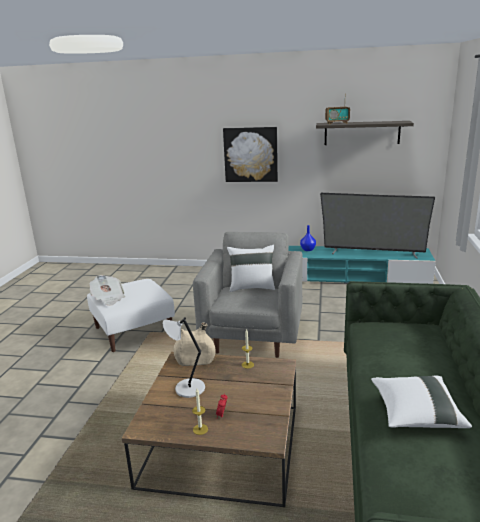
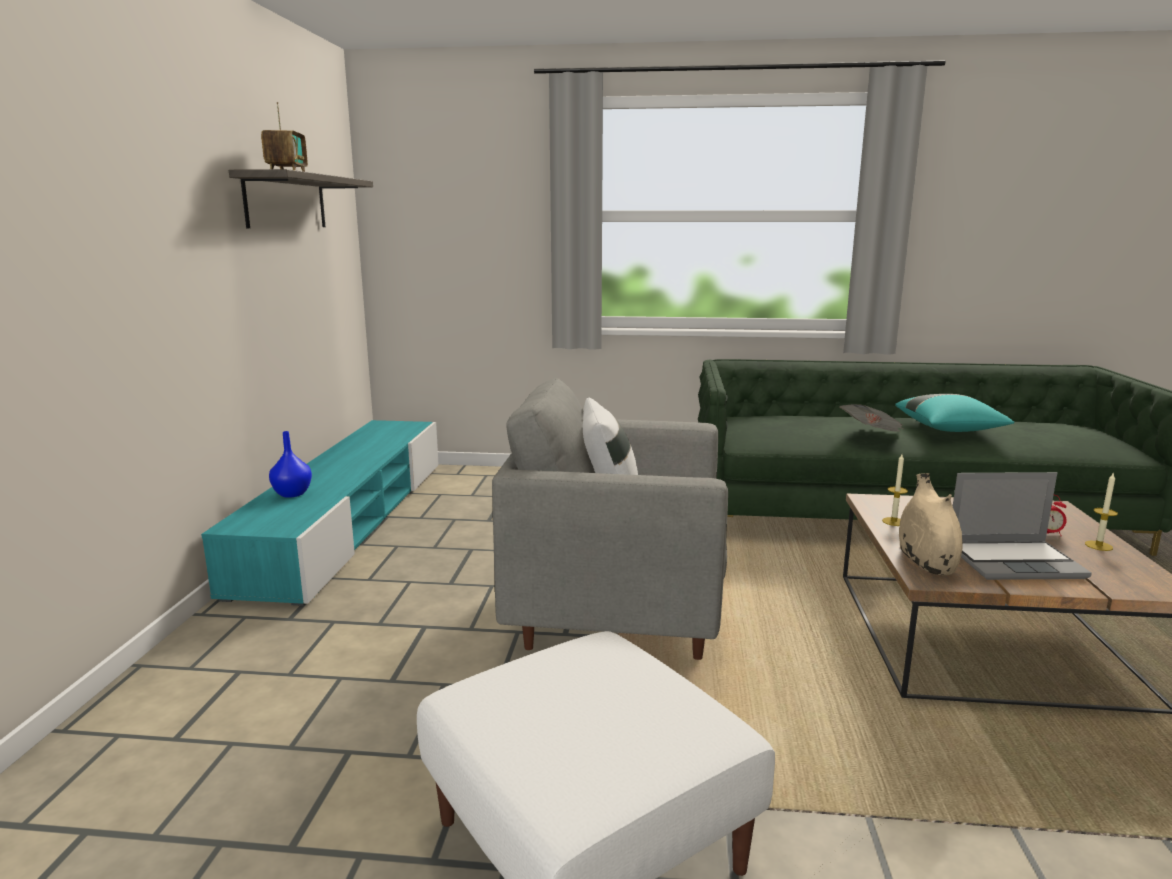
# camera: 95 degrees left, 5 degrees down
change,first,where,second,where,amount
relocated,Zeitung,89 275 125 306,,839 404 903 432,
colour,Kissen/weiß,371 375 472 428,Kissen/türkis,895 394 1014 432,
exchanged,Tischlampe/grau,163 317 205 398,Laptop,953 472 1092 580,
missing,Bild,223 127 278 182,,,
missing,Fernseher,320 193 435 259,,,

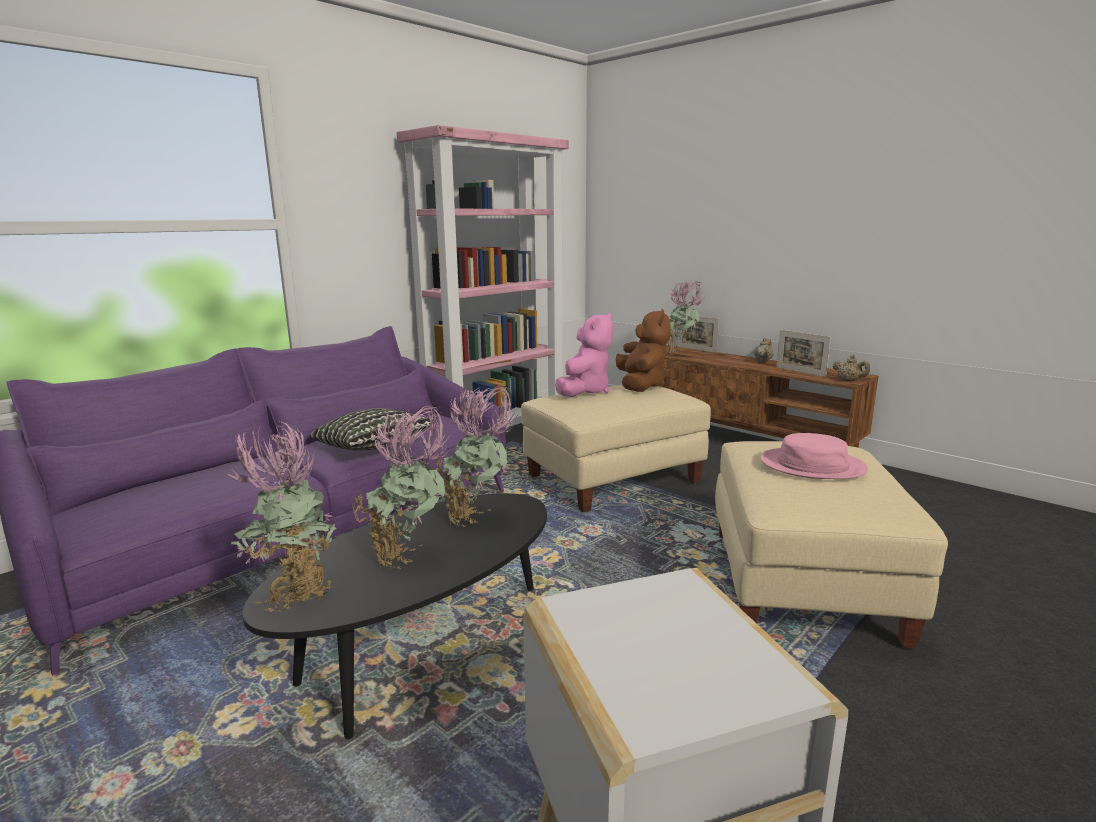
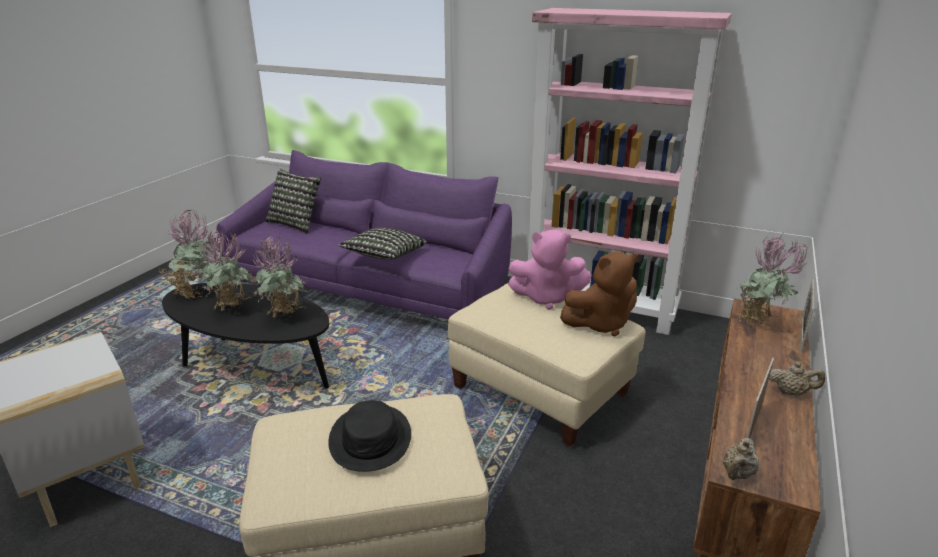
# camera: 70 degrees right, 10 degrees up
change,first,where,second,where,amount
appeared,,,Kissen,266 169 321 234,
colour,Hut/rosa,760 433 868 479,Hut/schwarz,328 400 411 472,

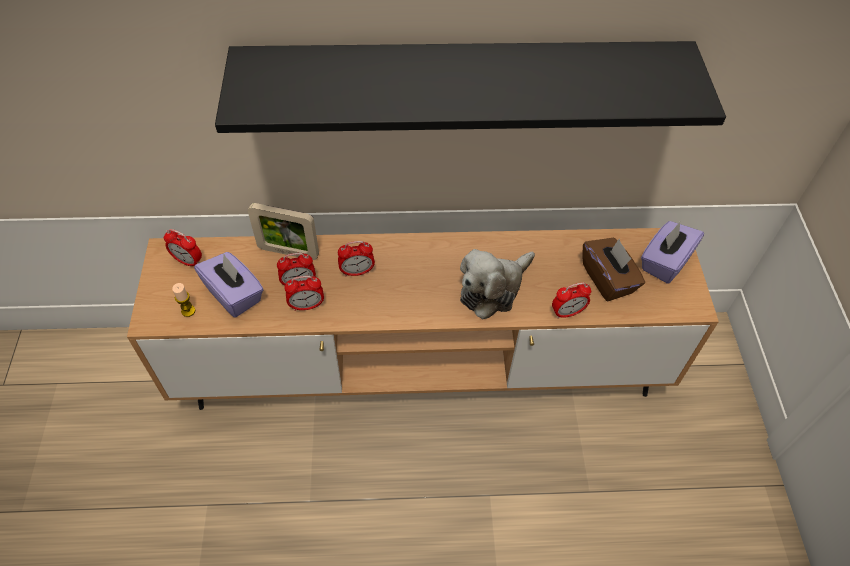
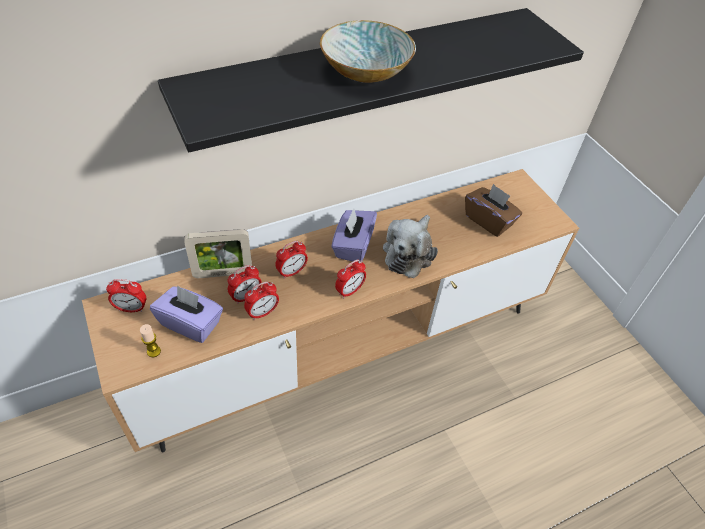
# camera: 25 degrees left, 5 degrees down
change,first,where,second,where,amount
appeared,,,Schüssel,320 20 416 83,
relocated,Taschentuchbox/lila,641 221 704 284,,332 208 377 261,
relocated,Wecker,552 282 591 319,,335 259 366 299,

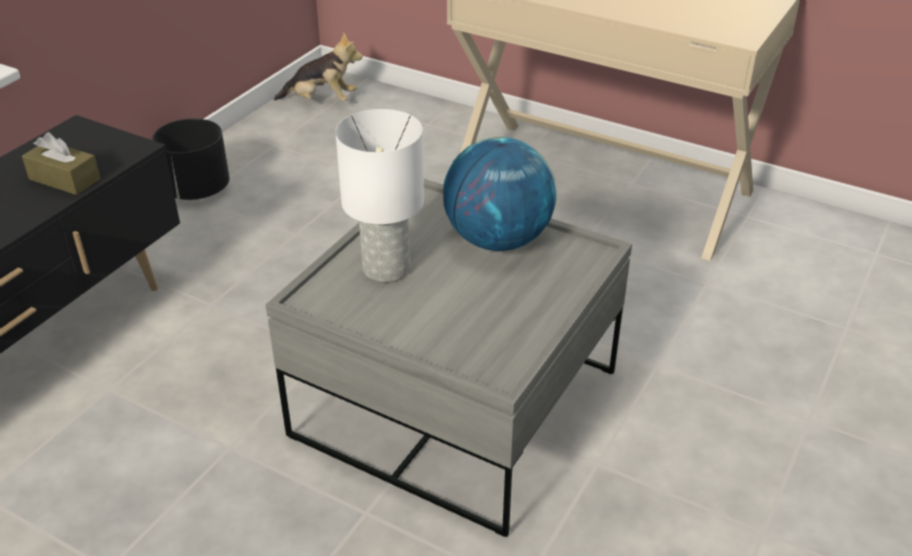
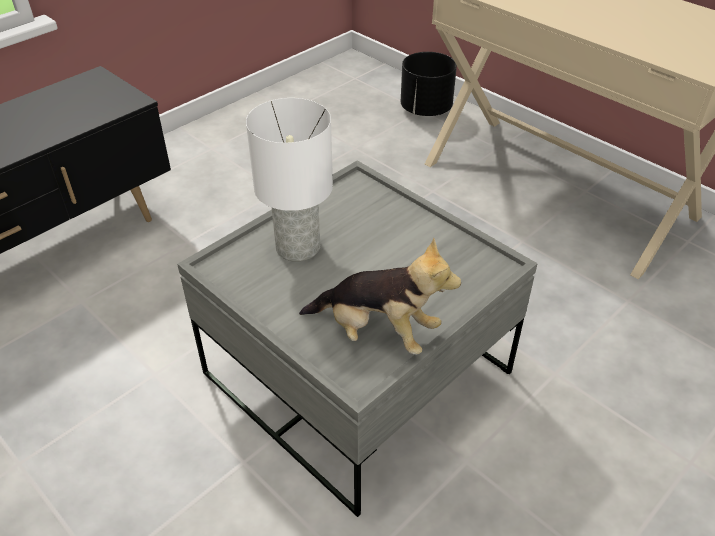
# camera: 15 degrees right, 5 degrees up
change,first,where,second,where,amount
relocated,Plüschtier,274 32 363 101,,299 238 461 355,
relocated,Pflanzkübel/schwarz,152 118 229 200,,401 52 457 116,
missing,Taschentuchbox/braun,22 132 100 195,,,
missing,Globus,443 137 557 251,,,

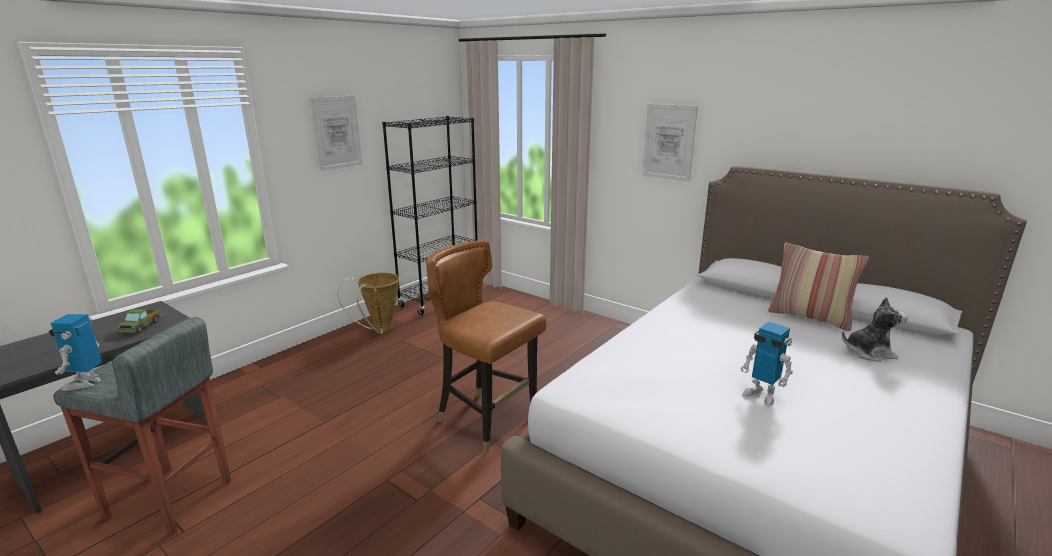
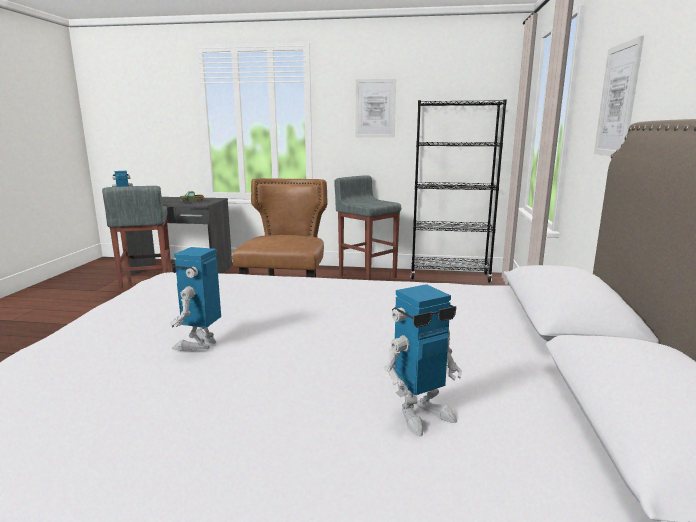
# camera: 60 degrees right, 5 degrees down
change,first,where,second,where,amount
exchanged,Korb,338 272 399 334,Hocker/grau,334 175 401 280,
exchanged,Plüschtier,842 297 908 362,Spielzeugroboter,384 284 462 436,
missing,Kissen,768 243 869 331,,,

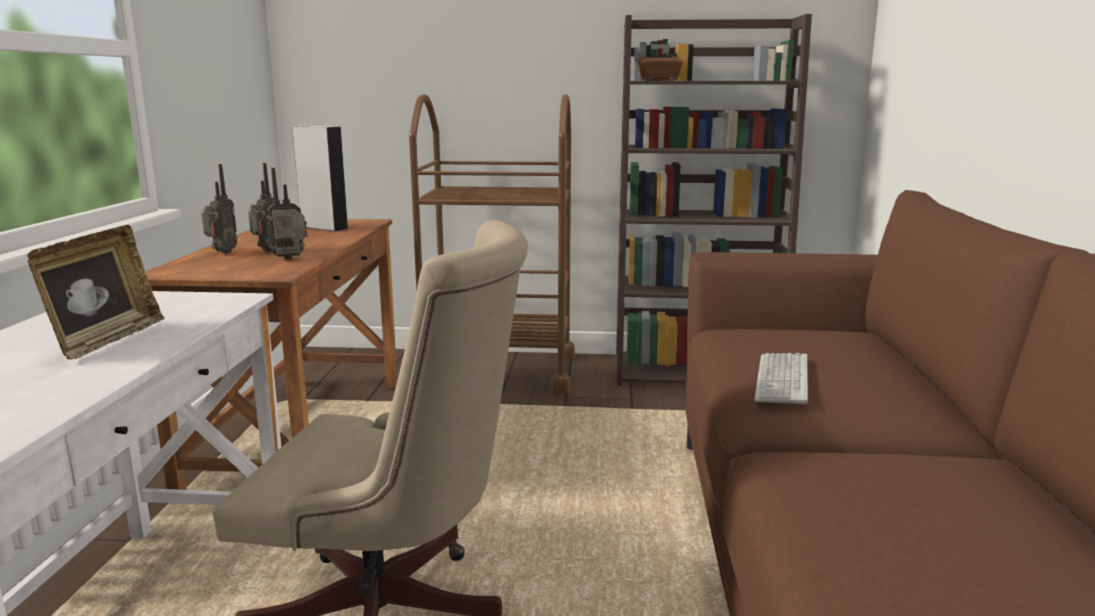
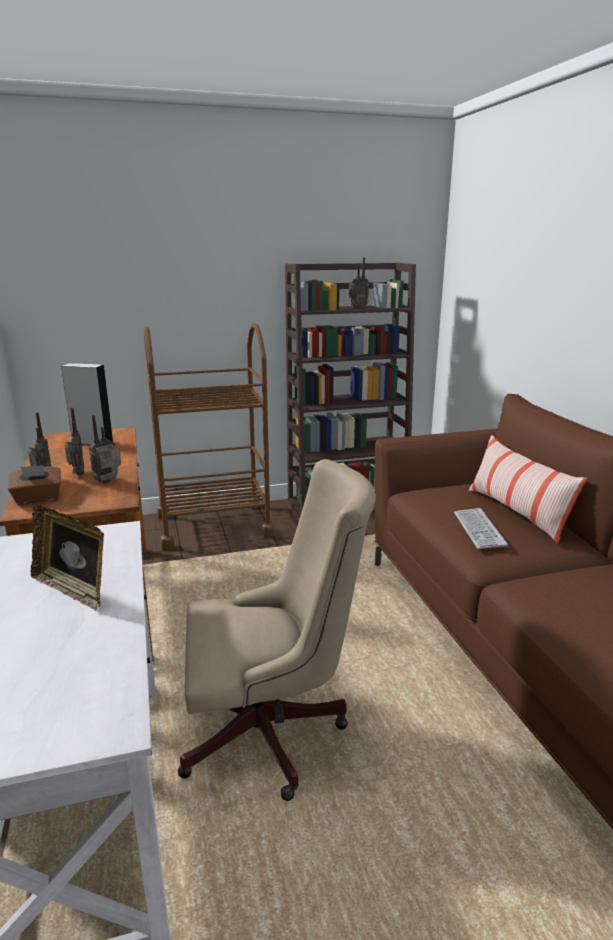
# camera: 20 degrees left, 5 degrees up
change,first,where,second,where,amount
relocated,Taschentuchbox/braun,637 44 683 81,,8 465 61 504,
spun,Bilderrahmen,27 225 164 360,,31 505 104 611,135 degrees clockwise
appeared,,,Radio,349 258 369 309,
appeared,,,Kissen,469 435 588 543,

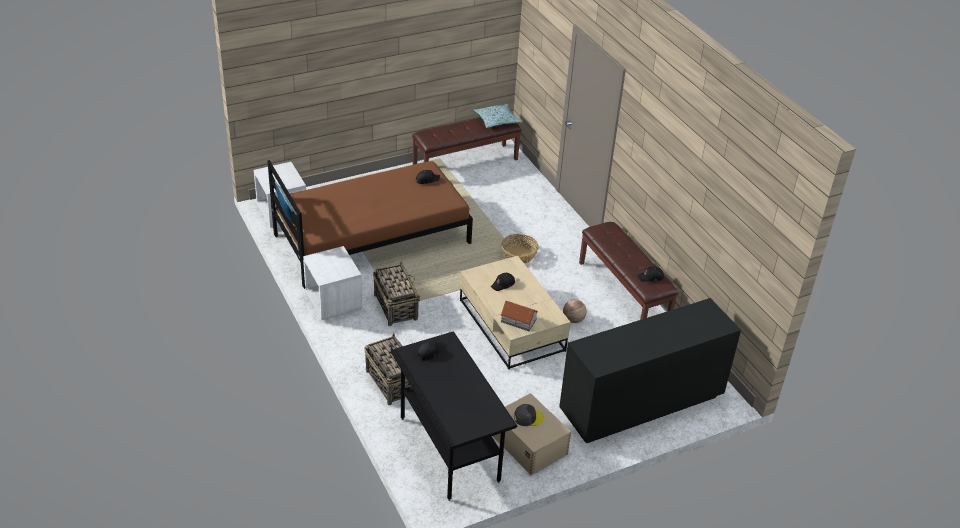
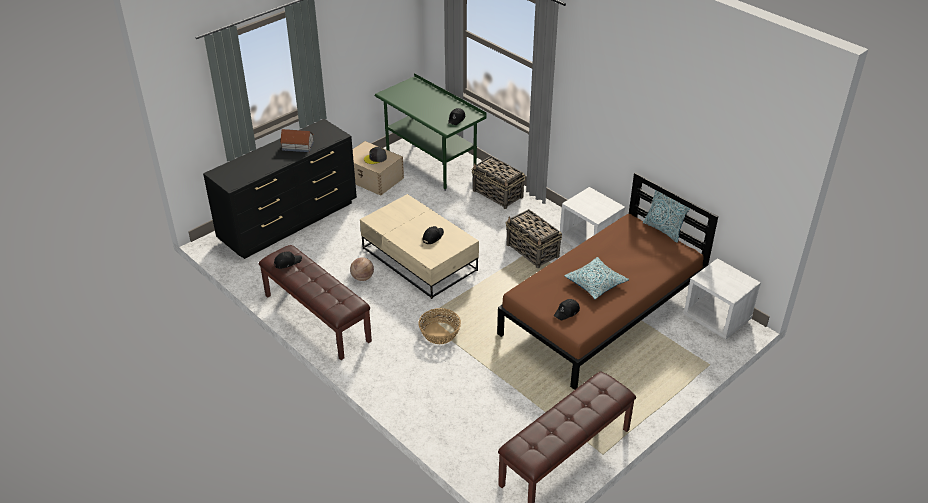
# camera: 165 degrees right, 0 degrees up
change,first,where,second,where,amount
relocated,Spielzeughaus,500 301 538 331,,280 129 314 152,
colour,Schreibtisch/schwarz,391 332 517 501,Schreibtisch/grün,375 73 486 191,
relocated,Kissen,473 104 520 128,,564 257 629 300,

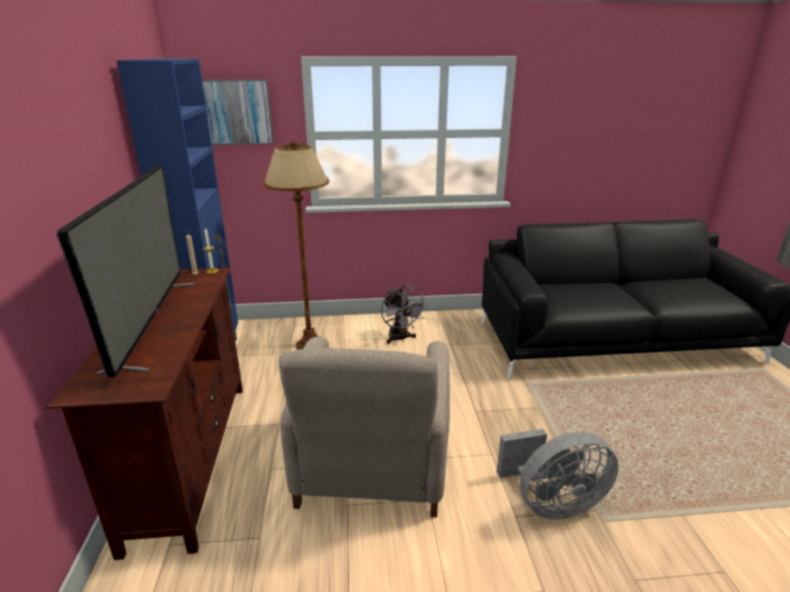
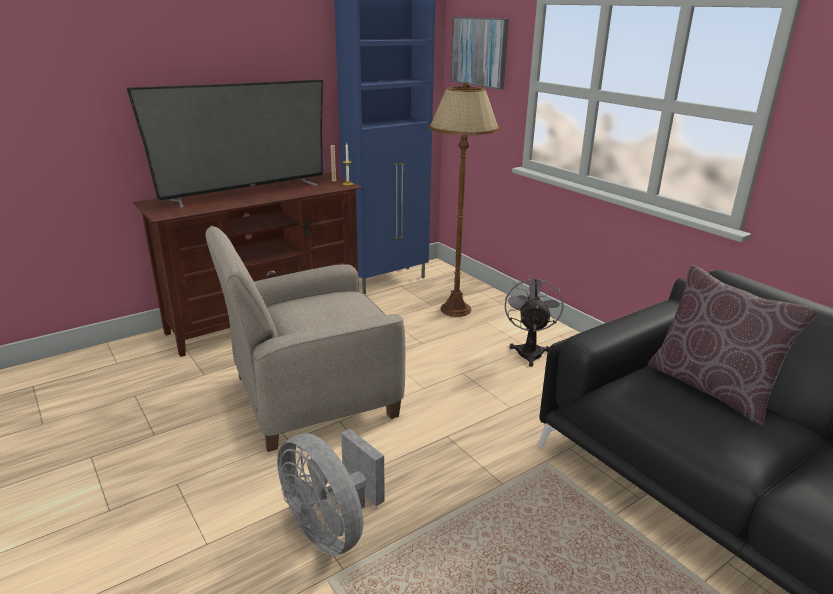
# camera: 60 degrees right, 0 degrees up
change,first,where,second,where,amount
spun,Ventilator/grau,381 285 428 344,,505 276 564 367,150 degrees clockwise
appeared,,,Kissen/braun,648 265 818 426,

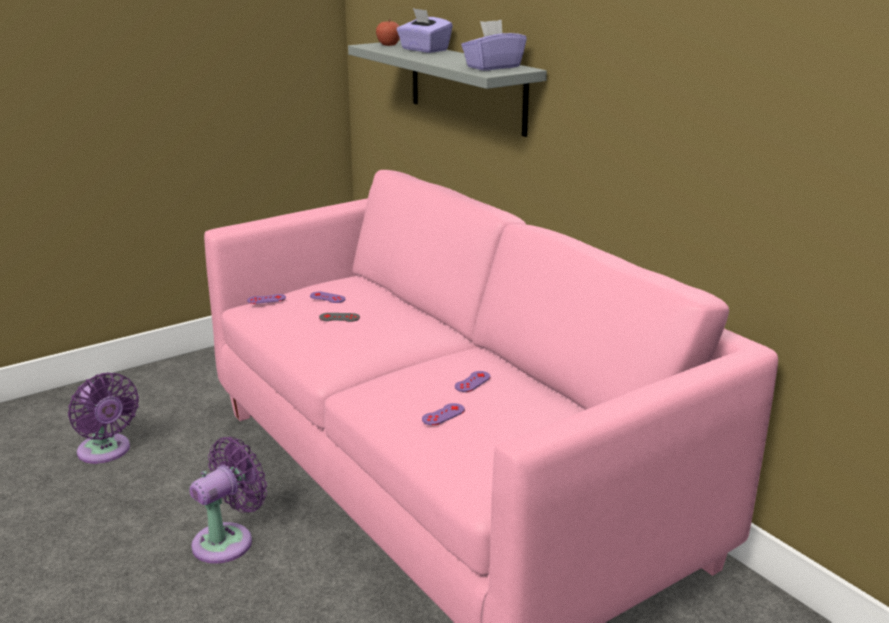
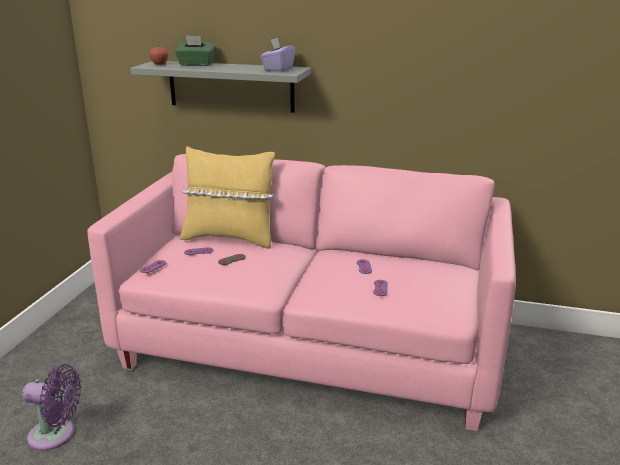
# camera: 40 degrees left, 0 degrees up
change,first,where,second,where,amount
colour,Taschentuchbox/lila,397 8 453 53,Taschentuchbox/grün,175 35 215 66,
appeared,,,Kissen/gelb,180 146 275 249,
missing,Ventilator/lila,190 437 267 564,,,

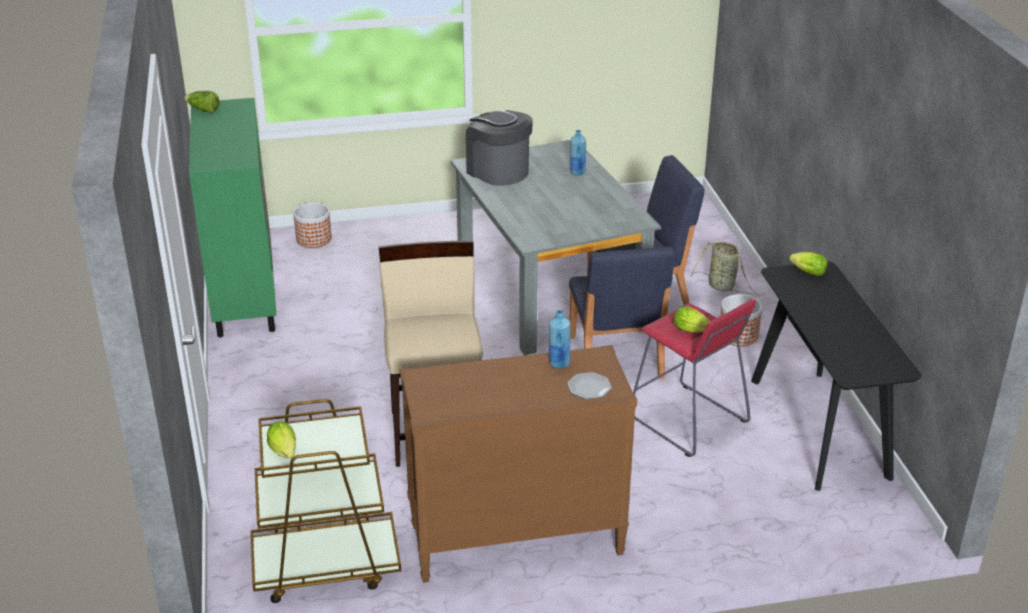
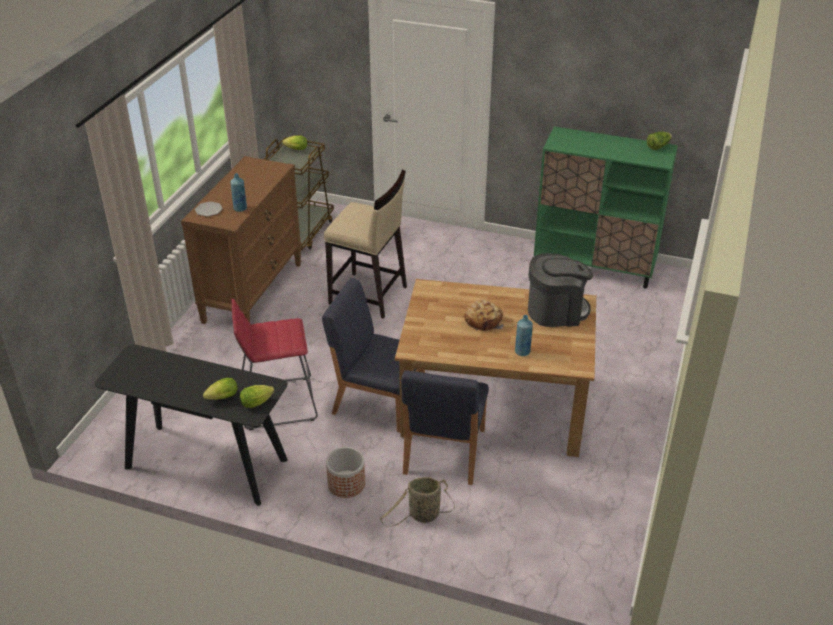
# camera: 120 degrees right, 5 degrees up
change,first,where,second,where,amount
relocated,Salatkopf,673 306 710 333,,203 378 238 400,
colour,Esstisch/grau,451 140 661 356,Esstisch/braun,395 279 596 457,
appeared,,,Brot,464 300 504 331,
missing,Pflanzkübel,293 203 332 248,,,

